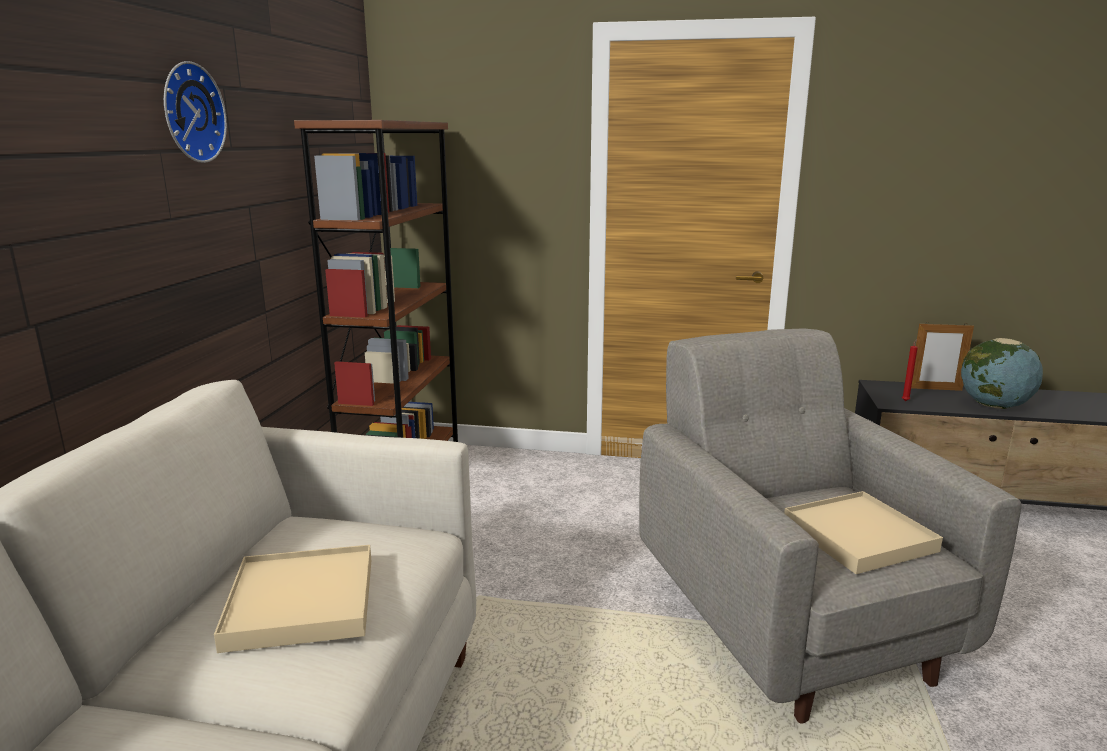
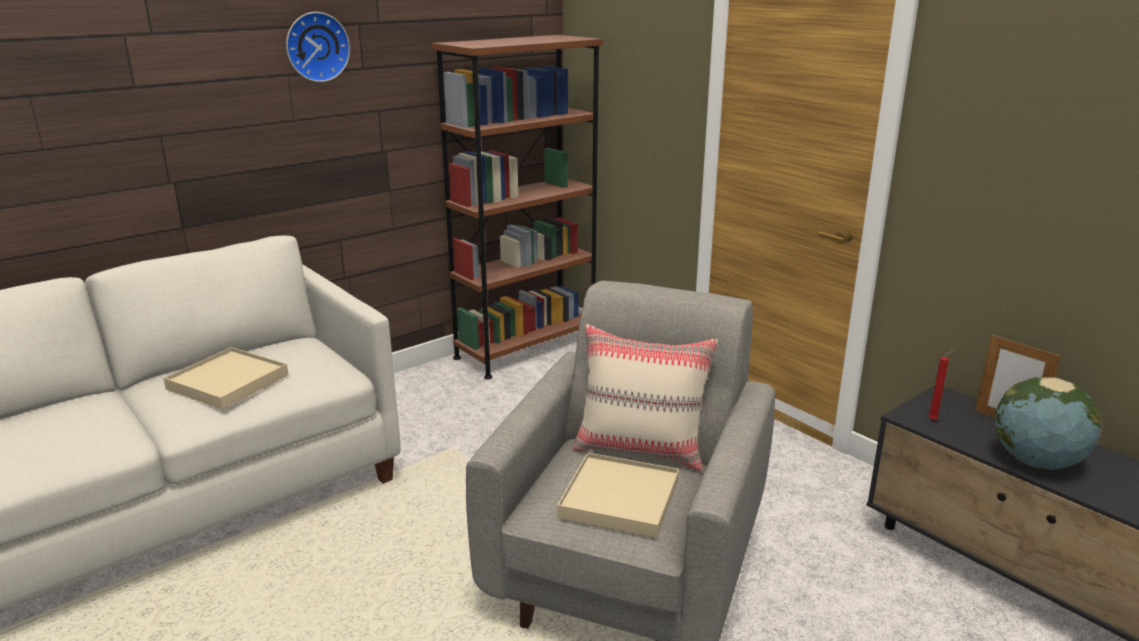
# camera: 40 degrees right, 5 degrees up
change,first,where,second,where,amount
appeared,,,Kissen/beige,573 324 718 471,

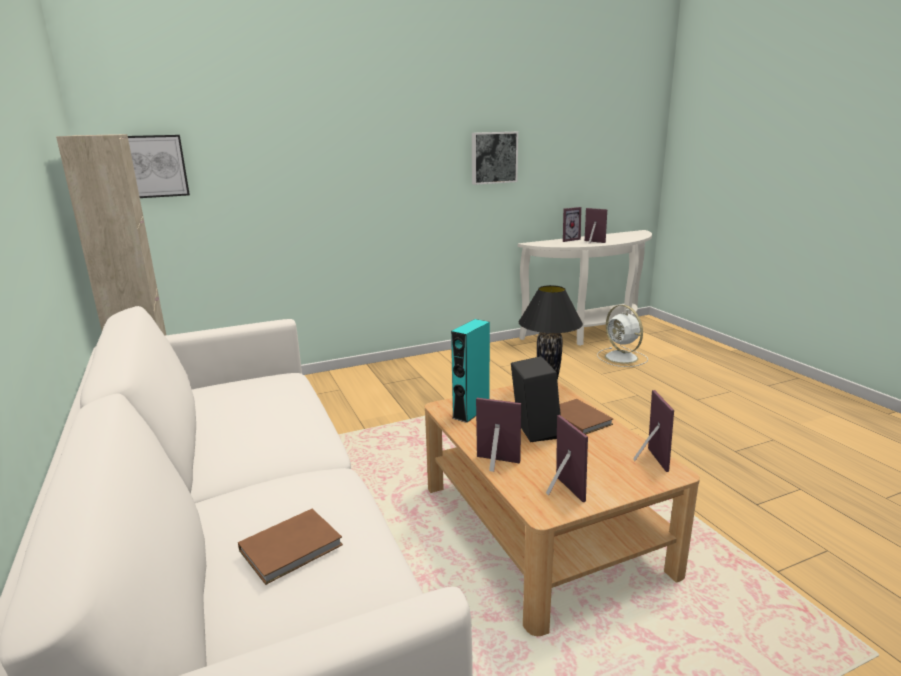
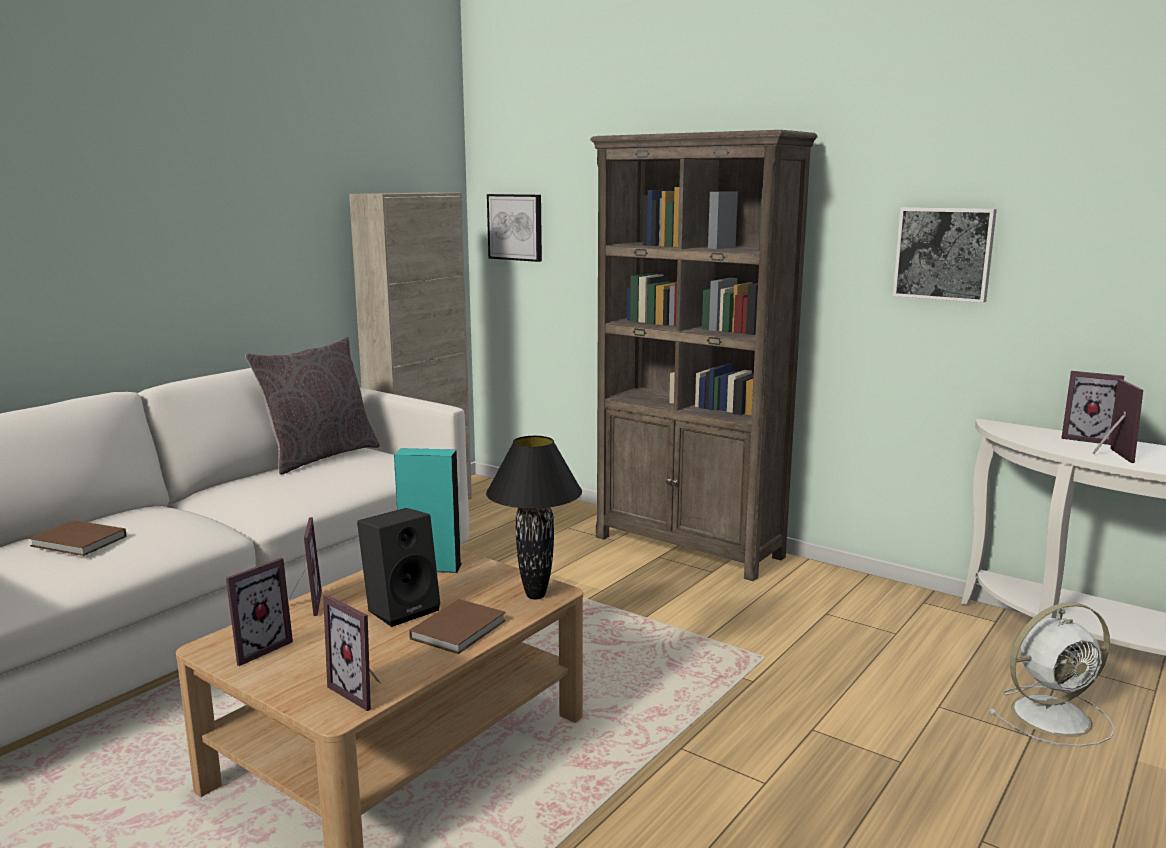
# camera: 60 degrees right, 5 degrees down
change,first,where,second,where,amount
appeared,,,Kissen/grau,245 337 380 475,
spun,Bilderrahmen,633 390 674 472,,323 595 381 711,75 degrees clockwise
appeared,,,Bücherregal/braun,590 130 817 581,
spun,Ventilator/weiß,597 305 648 367,,988 602 1115 747,135 degrees counterclockwise

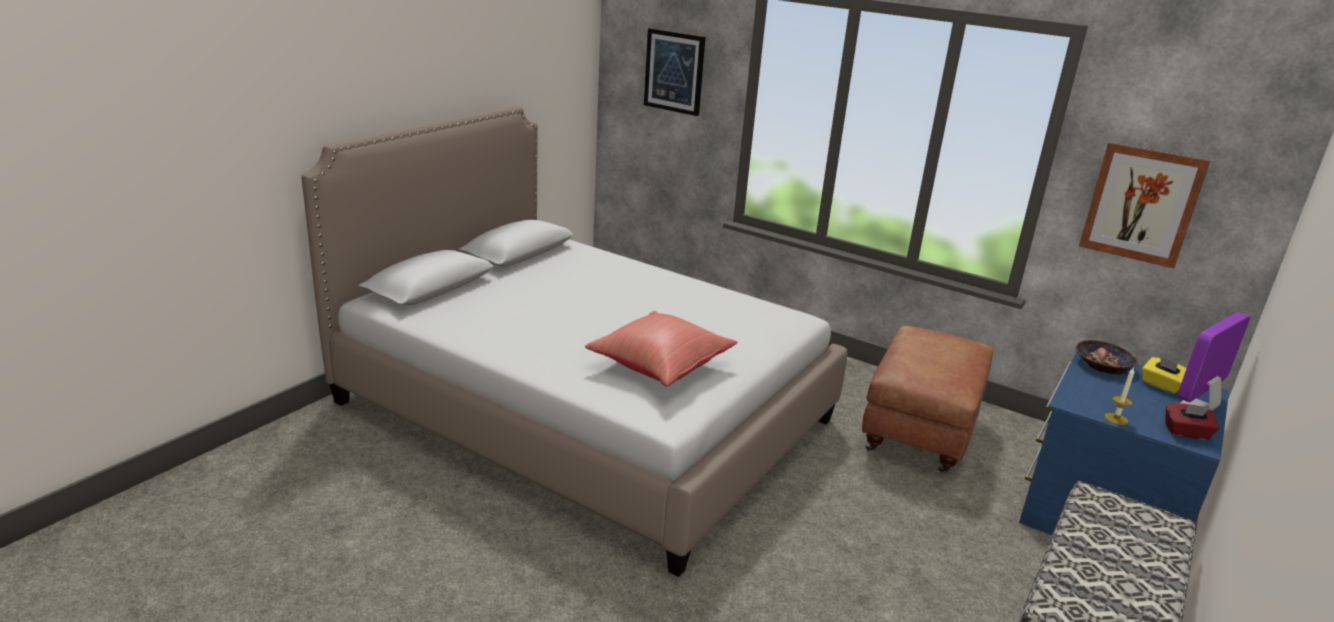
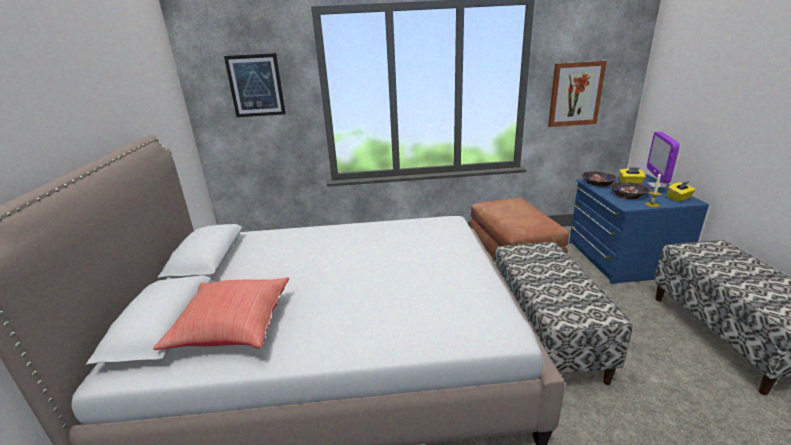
# camera: 35 degrees left, 0 degrees up
change,first,where,second,where,amount
relocated,Kissen/rot,585 311 737 387,,153 277 289 350,
appeared,,,Bank,494 242 632 385,
appeared,,,Schüssel,610 182 650 199,
colour,Taschentuchbox/rot,1165 403 1219 440,Taschentuchbox/gelb,667 181 696 202,

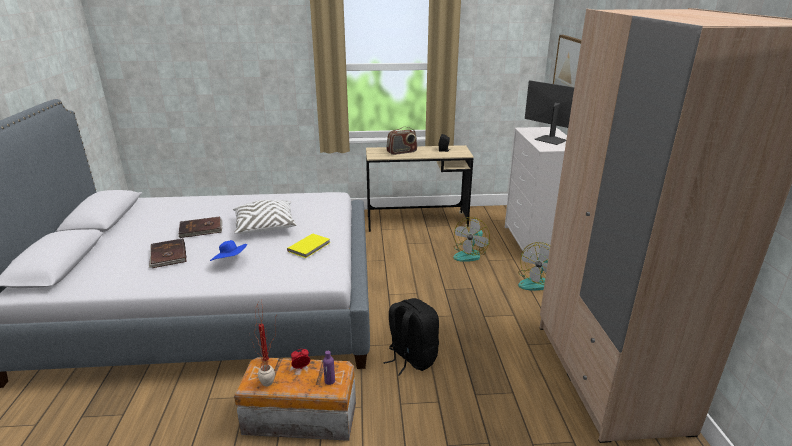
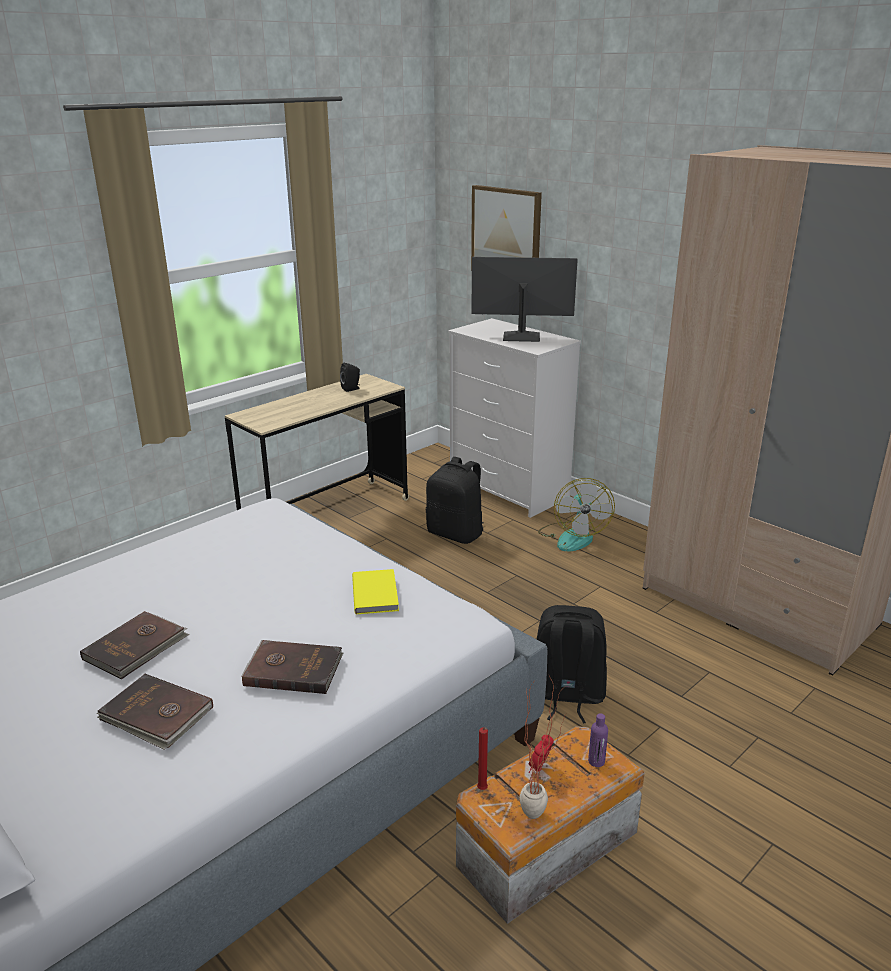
# camera: 40 degrees left, 0 degrees up
change,first,where,second,where,amount
exchanged,Hut/blau,210 240 247 261,Buch/braun,241 640 343 694,
exchanged,Ventilator,453 217 490 262,Rucksack/schwarz,426 457 484 544,
missing,Kissen/weiß,233 200 297 234,,,
missing,Radio,387 127 417 155,,,

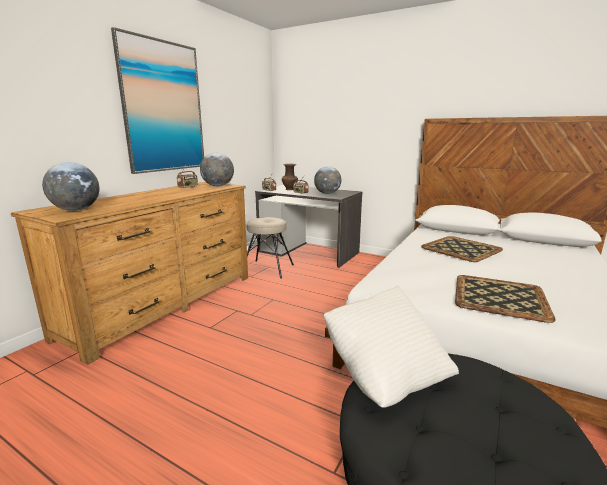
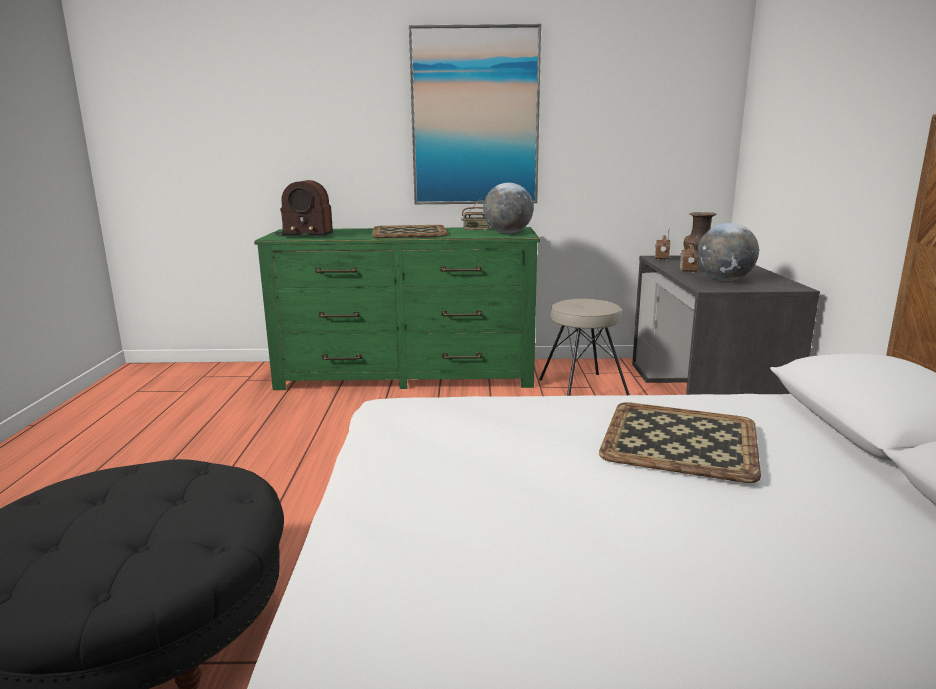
# camera: 60 degrees right, 0 degrees up
change,first,where,second,where,amount
colour,Kommode/braun,11 182 248 365,Kommode/grün,254 227 540 390,
exchanged,Globus,42 162 99 211,Radio,275 180 333 236,
relocated,Tablett,455 275 555 323,,372 225 448 238,
missing,Kissen/weiß,323 285 459 408,,,

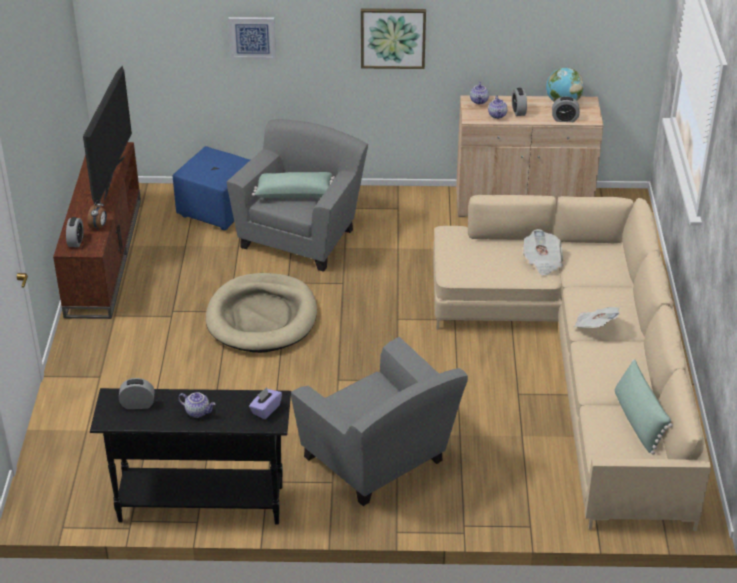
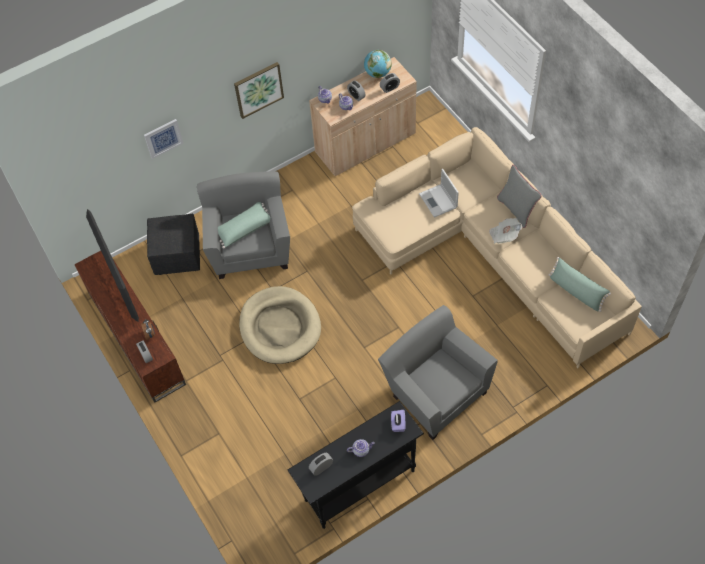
# camera: 30 degrees left, 20 degrees up
change,first,where,second,where,amount
colour,Polsterhocker/blau,173 146 250 230,Polsterhocker/schwarz,147 214 200 275,
spun,Sessel/grau,291 337 468 506,,378 305 498 440,150 degrees counterclockwise
exchanged,Zeitung,523 229 563 276,Laptop,419 169 459 218,
appeared,,,Kissen/grau,497 165 542 228,

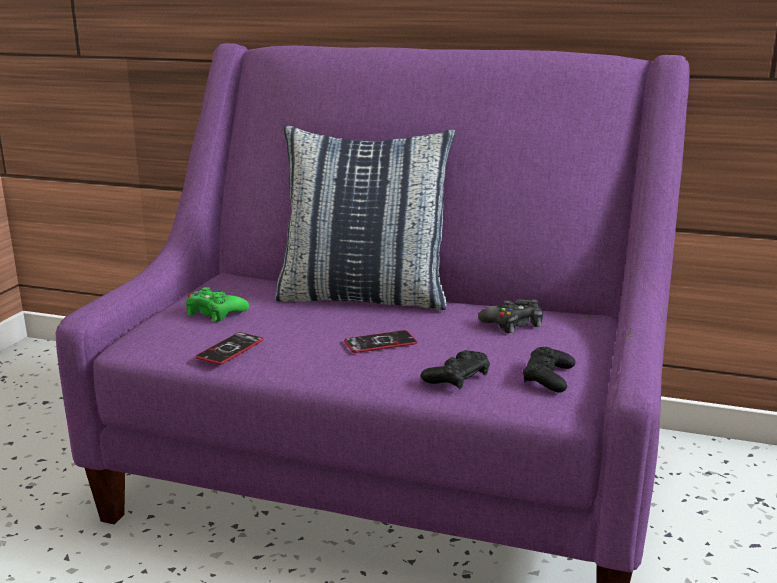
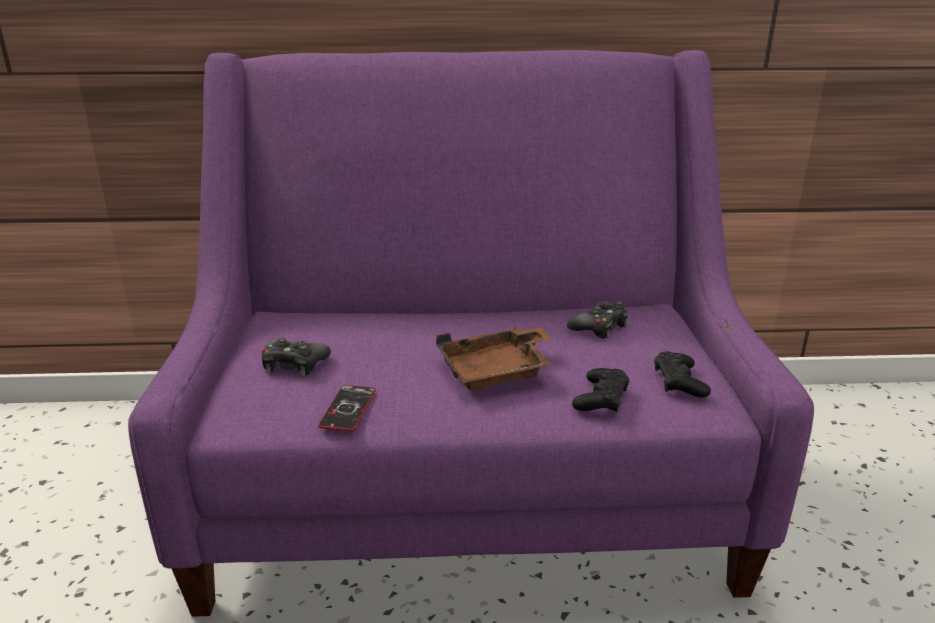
# camera: 20 degrees left, 5 degrees up
change,first,where,second,where,amount
colour,Gamepad/grün,186 287 249 322,Gamepad/schwarz,262 338 331 376,
exchanged,Handy,344 330 417 353,Tablett/braun,436 327 552 390,
missing,Kissen,275 126 456 310,,,

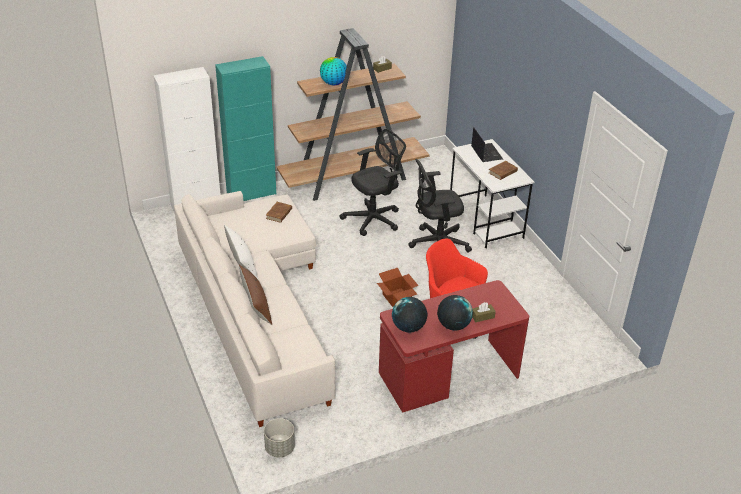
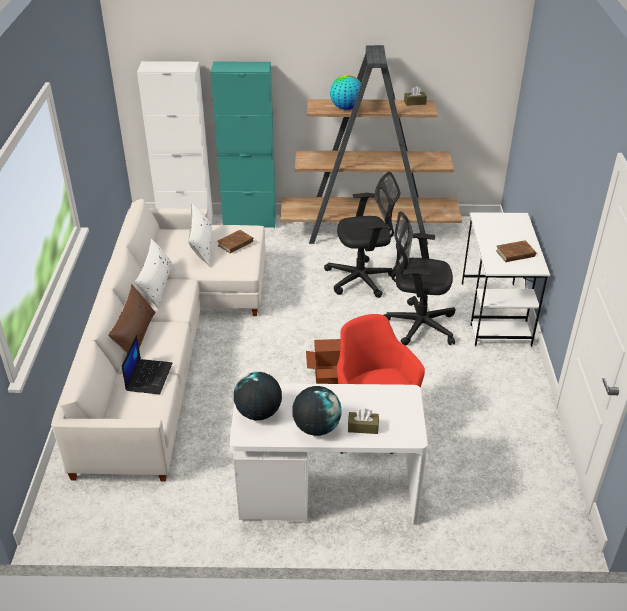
# camera: 25 degrees right, 0 degrees up
change,first,where,second,where,amount
relocated,Laptop,471 127 503 162,,122 335 172 395,
appeared,,,Kissen/weiß,188 203 212 267,
colour,Schreibtisch/rot,379 280 529 413,Schreibtisch/weiß,230 383 428 525,
missing,Pflanzkübel/grau,264 418 295 457,,,

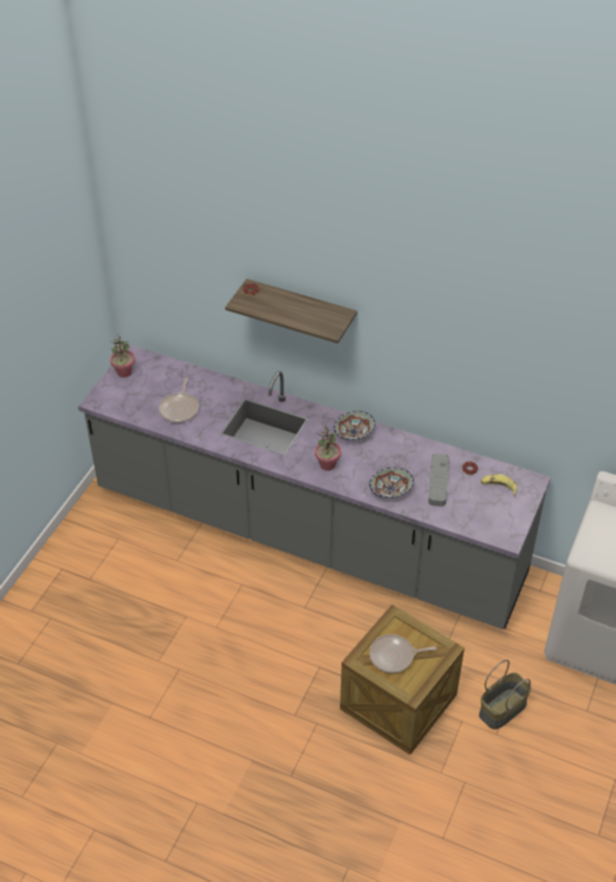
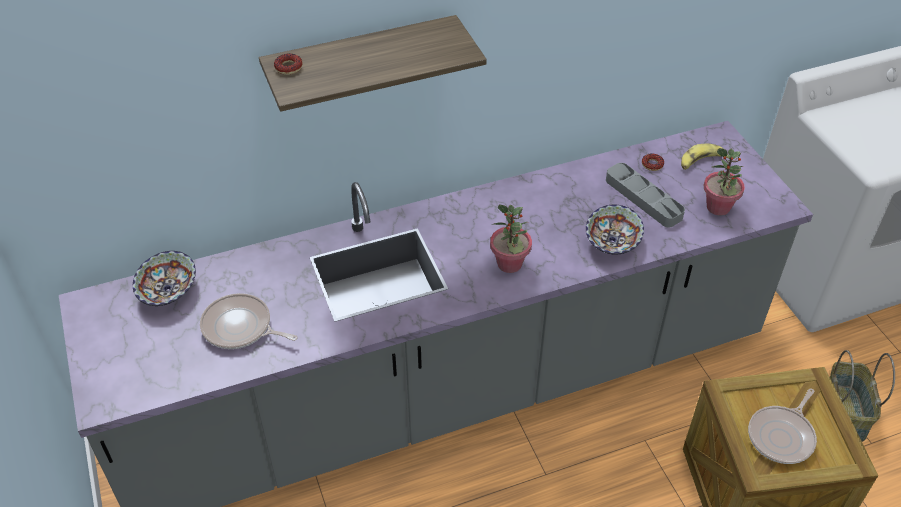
# camera: 45 degrees left, 0 degrees up
change,first,where,second,where,amount
relocated,Schüssel,334 411 375 440,,133 251 196 306,
spun,Pfanne,159 378 199 423,,200 293 298 349,150 degrees clockwise
relocated,Topfpflanze,110 333 135 378,,703 148 745 216,

